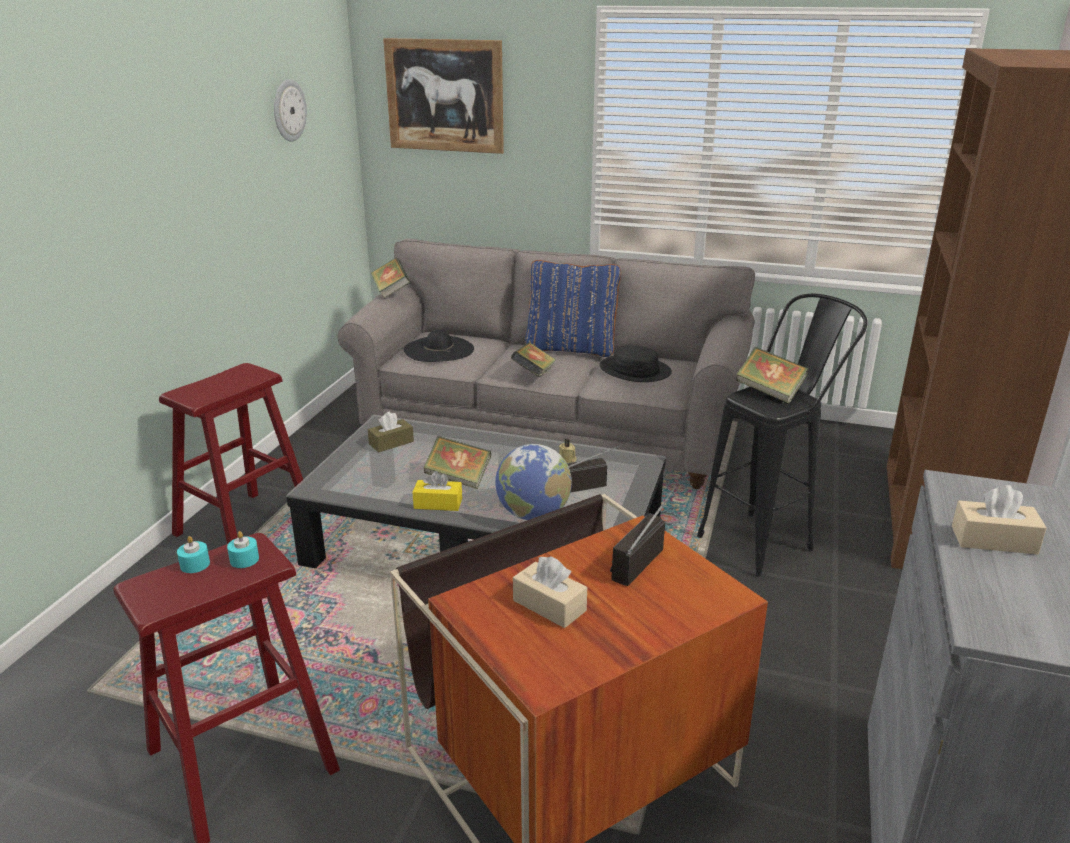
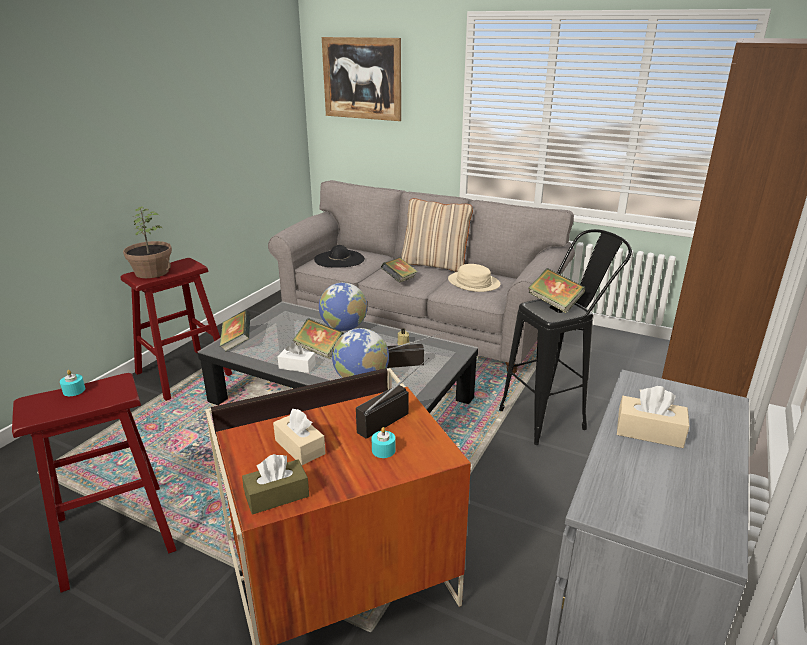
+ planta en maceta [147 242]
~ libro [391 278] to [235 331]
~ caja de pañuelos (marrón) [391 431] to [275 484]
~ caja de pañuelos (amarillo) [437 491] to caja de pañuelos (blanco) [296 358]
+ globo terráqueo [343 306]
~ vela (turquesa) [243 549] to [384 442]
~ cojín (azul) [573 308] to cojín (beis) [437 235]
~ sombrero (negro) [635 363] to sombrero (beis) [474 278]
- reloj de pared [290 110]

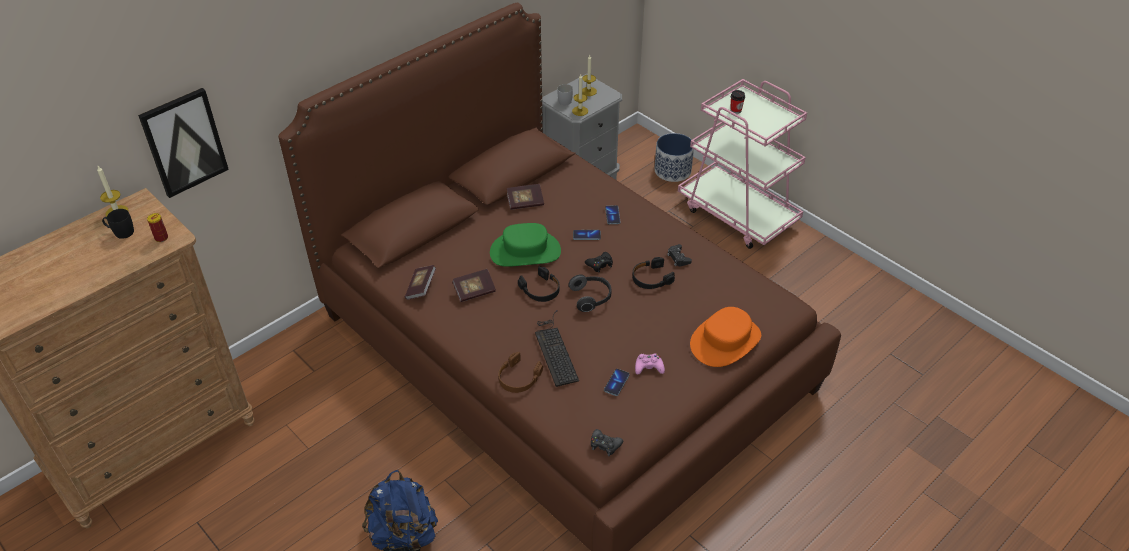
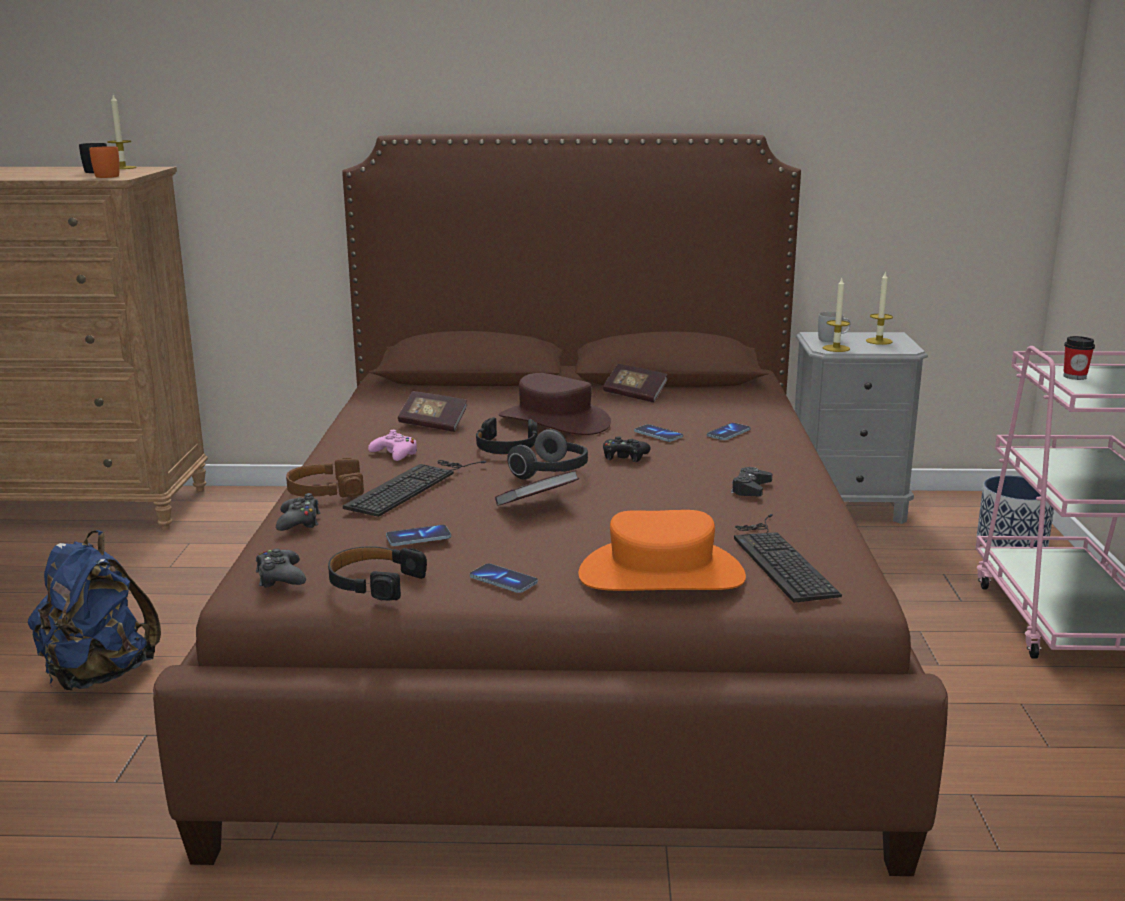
~ lata [157 227] to taza grande (naranja) [104 162]
+ mando de consola (negro) [298 512]
~ auriculares (negro) [653 273] to [377 573]
~ mando de consola (rosa) [650 364] to [392 445]
+ móvil [504 578]
~ libro [420 282] to [537 488]
~ sombrero (verde) [525 245] to sombrero (marrón) [555 404]
+ teclado [788 558]
- cuadro [183 143]

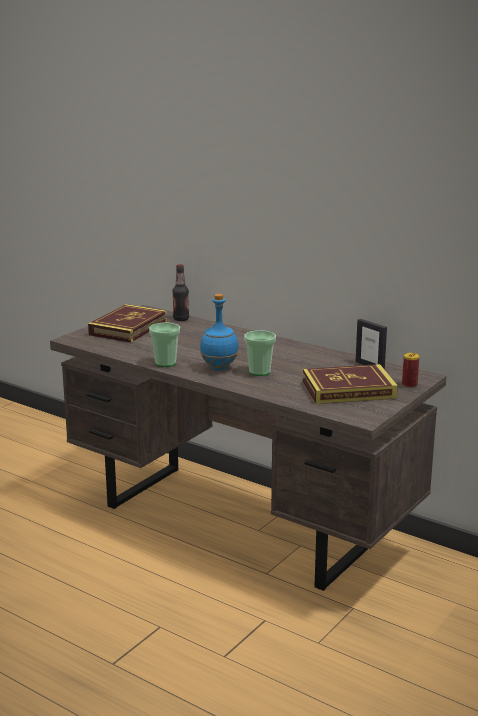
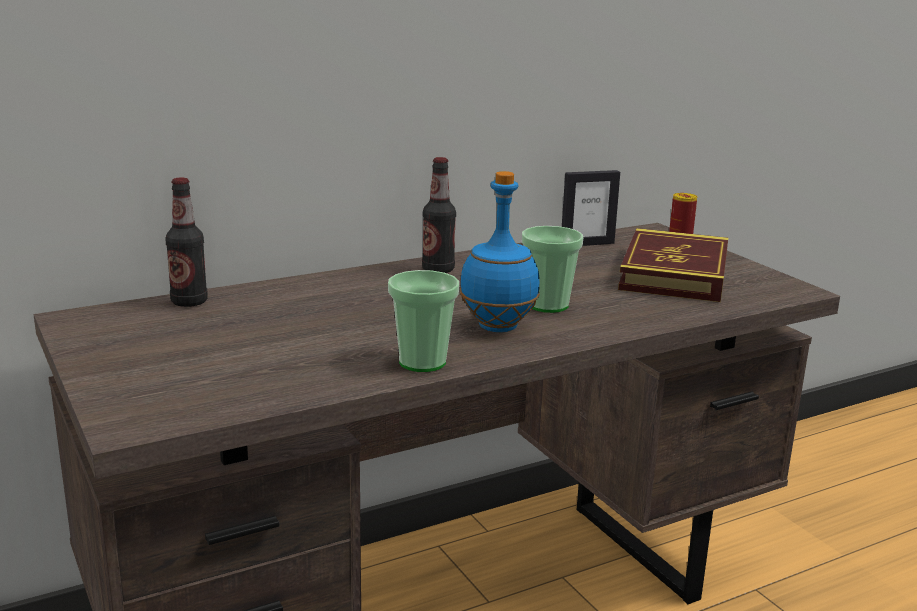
+ botella [439 215]
- libro [127 323]

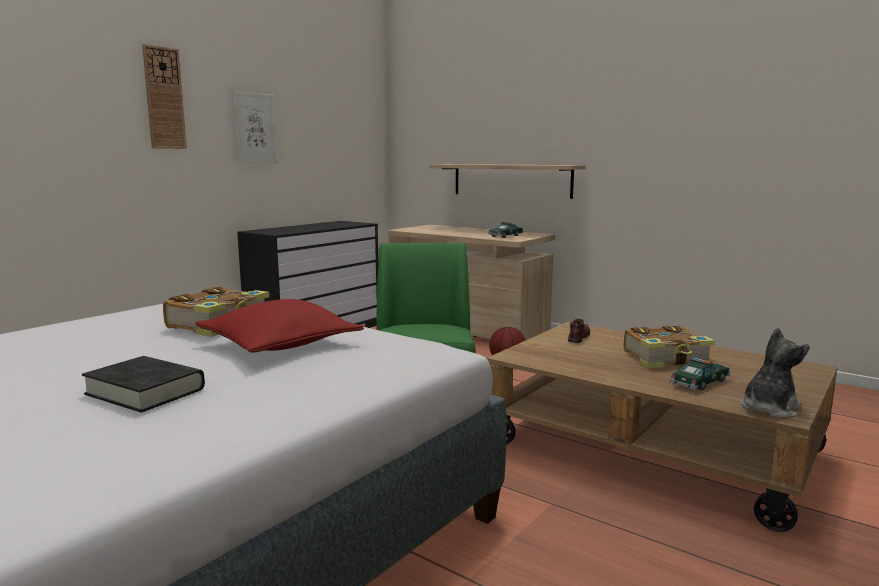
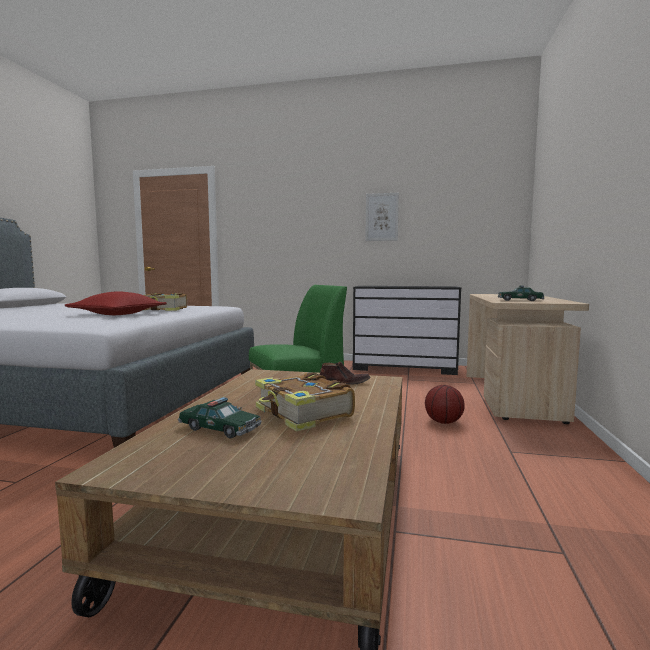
- libro (negro) [143 384]
- reloj de pared [164 96]
- estante [507 181]
- peluche [775 372]

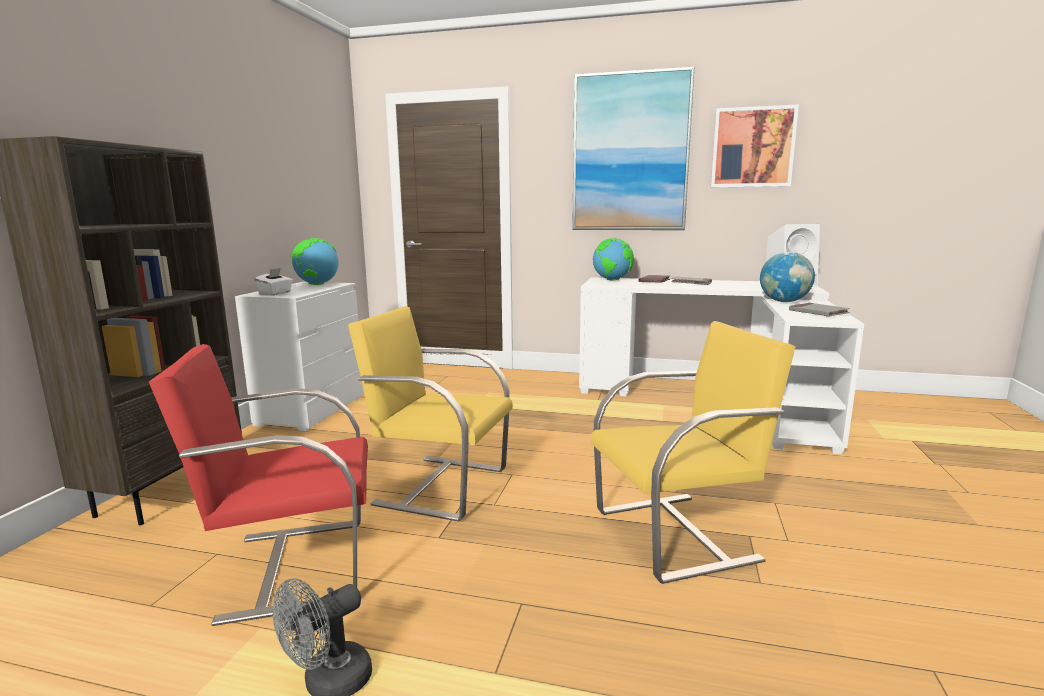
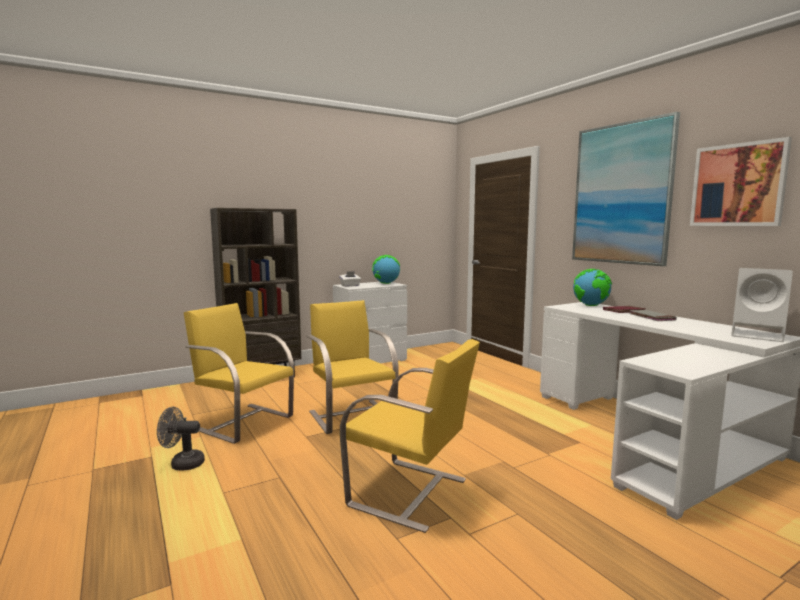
~ silla (rojo) [258 485] to silla (amarillo) [239 373]
- globo terráqueo [787 277]
- libro (gris) [819 309]

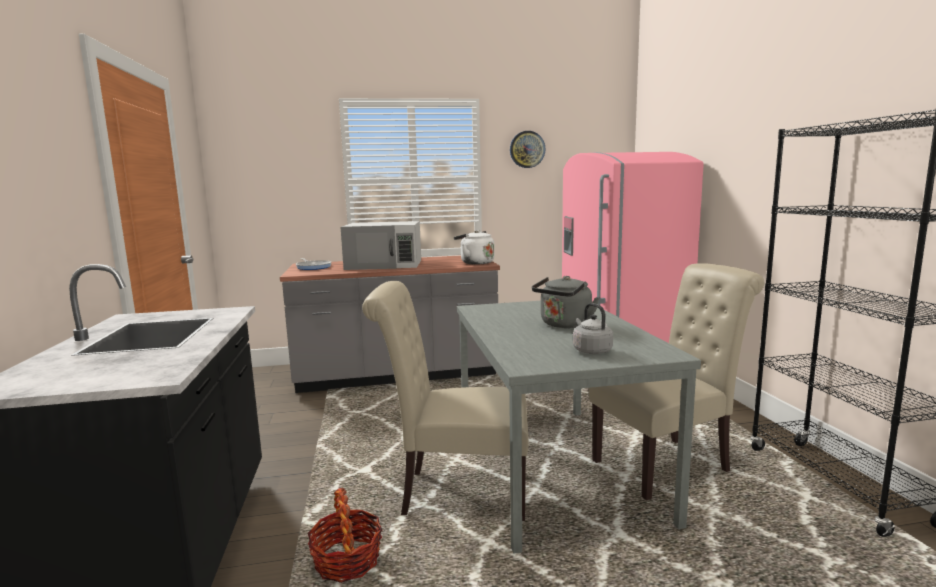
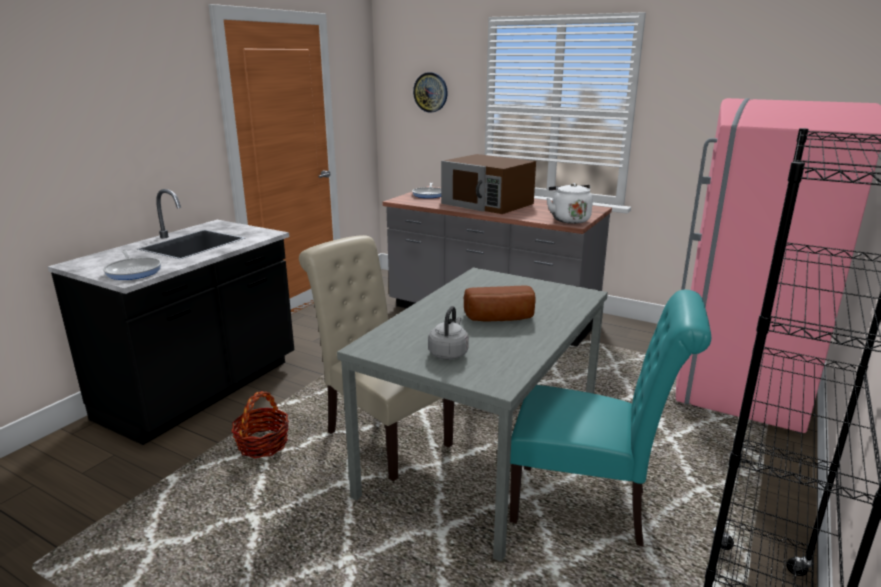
+ sartén [132 265]
~ reloj de pared [527 149] to [430 92]
~ microondas (blanco) [381 245] to microondas (marrón) [488 184]
~ hervidor (gris) [565 302] to pan [500 303]
~ silla (beis) [676 381] to silla (turquesa) [610 418]

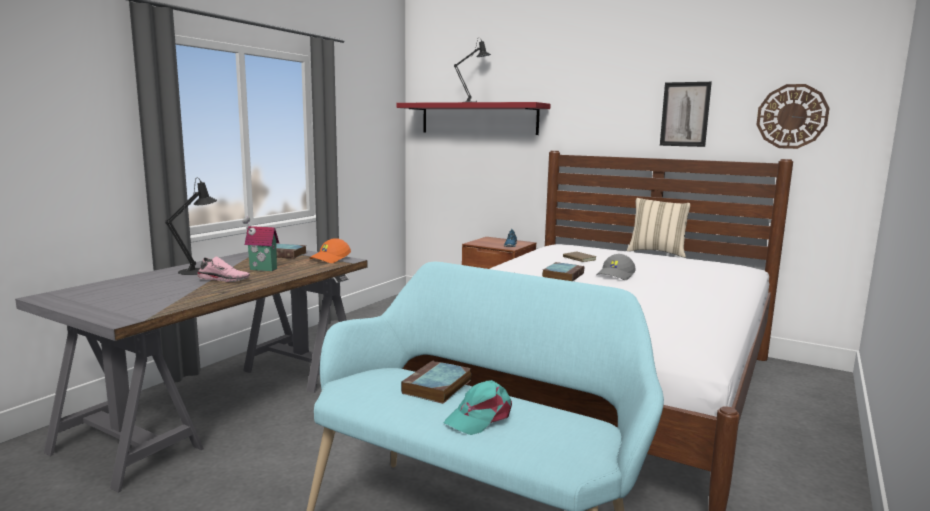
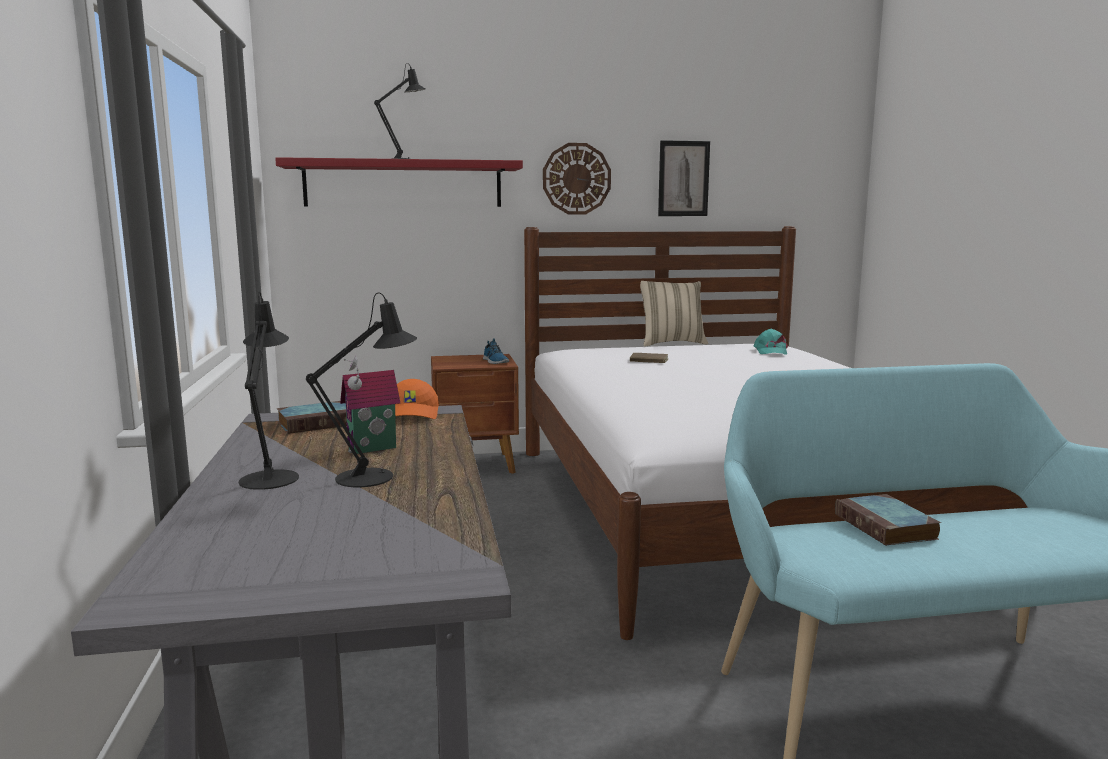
~ zapato (rosa) [223 269] to lámpara de mesa (negro) [361 389]
~ reloj de pared [793 116] to [577 178]
~ gorra (turquesa) [478 407] to [771 342]
- libro [563 271]
- gorra (gris) [616 267]

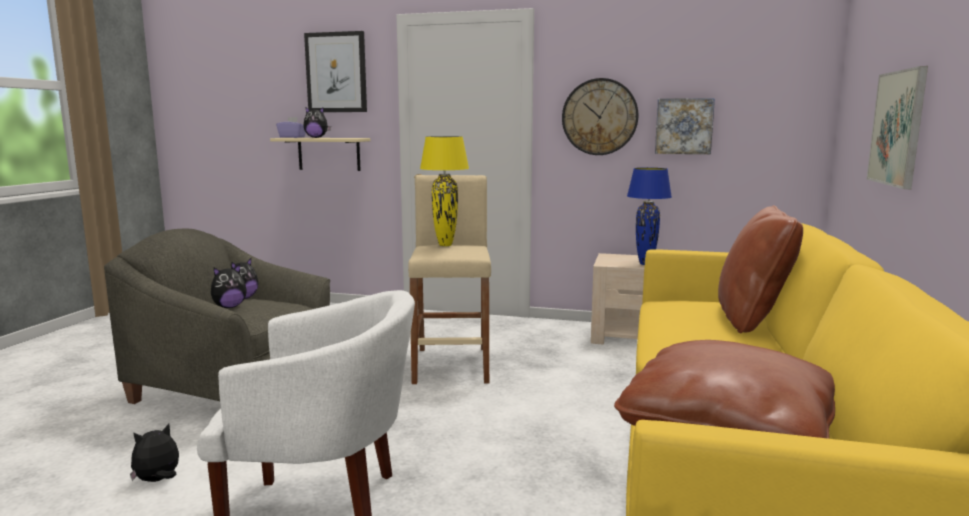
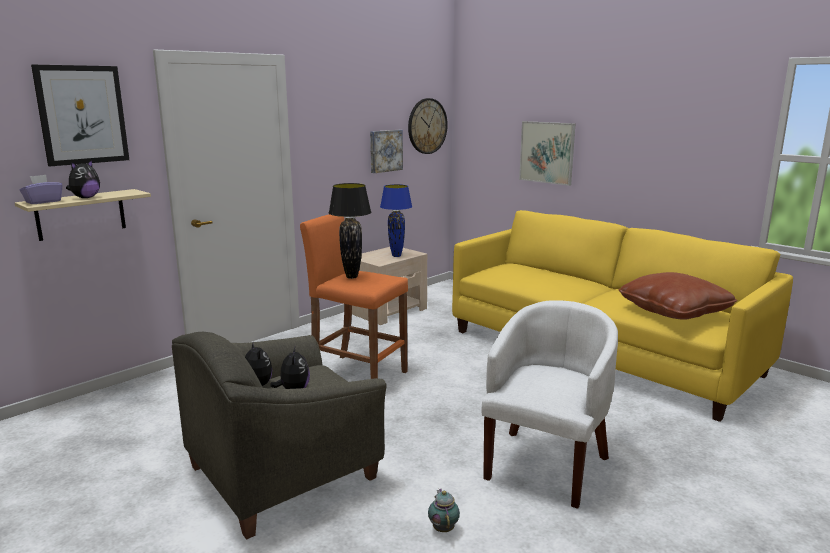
~ taburete (beis) [449 279] to taburete (naranja) [354 296]
~ lámpara de mesa (amarillo) [444 191] to lámpara de mesa (negro) [350 231]
~ reloj de pared [600 116] to [428 126]
~ peluche [154 453] to tetera [444 510]
- cojín (marrón) [760 269]

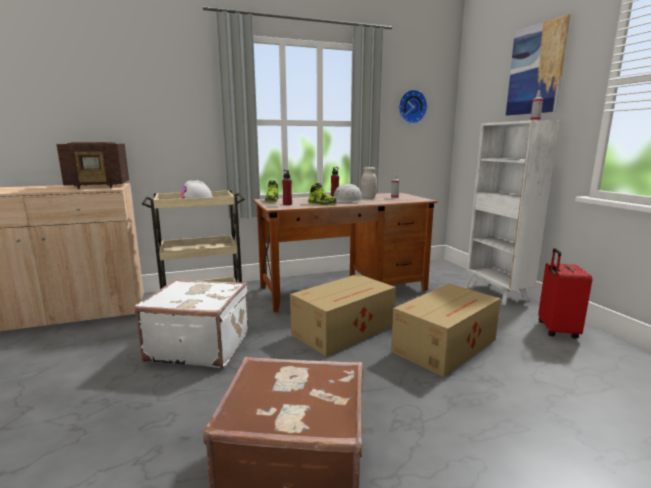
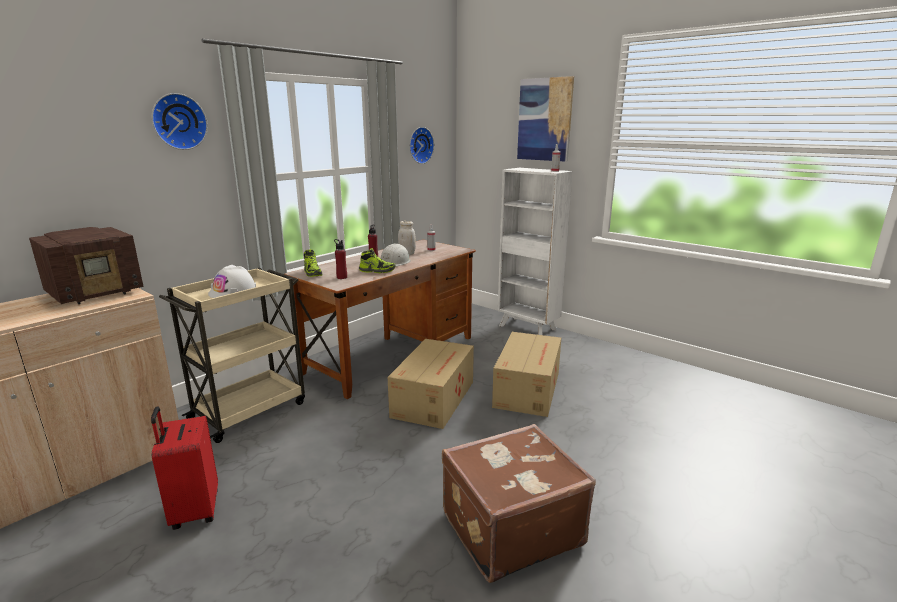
~ maleta (rojo) [565 293] to [184 468]
+ reloj de pared [180 121]
- maleta (blanco) [191 323]

